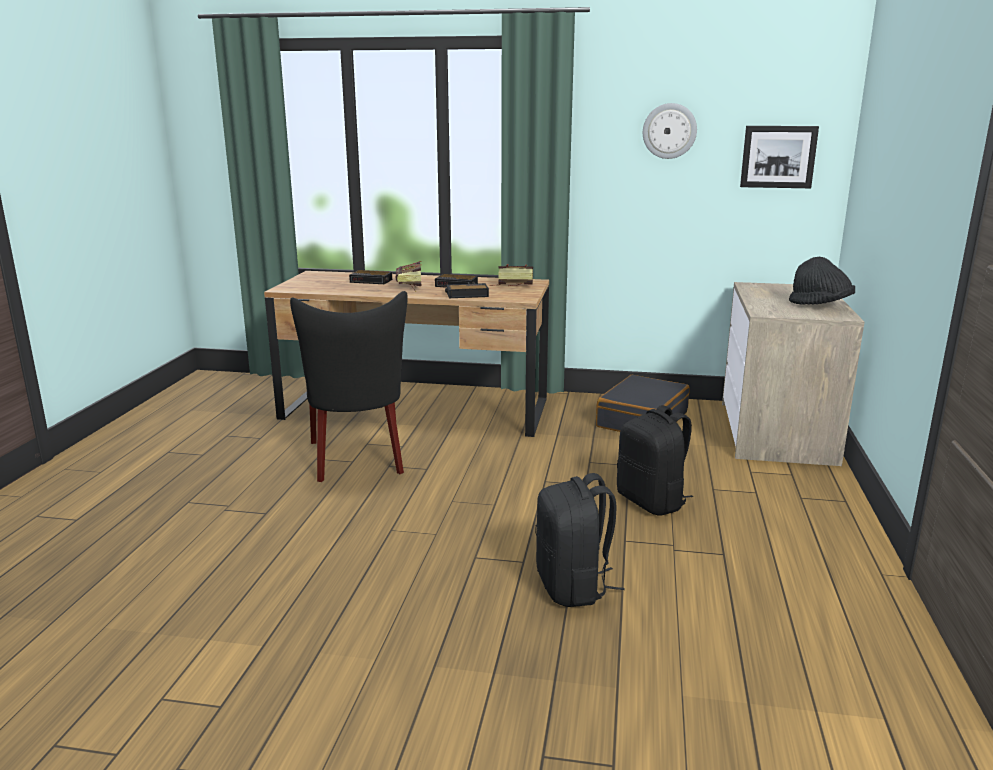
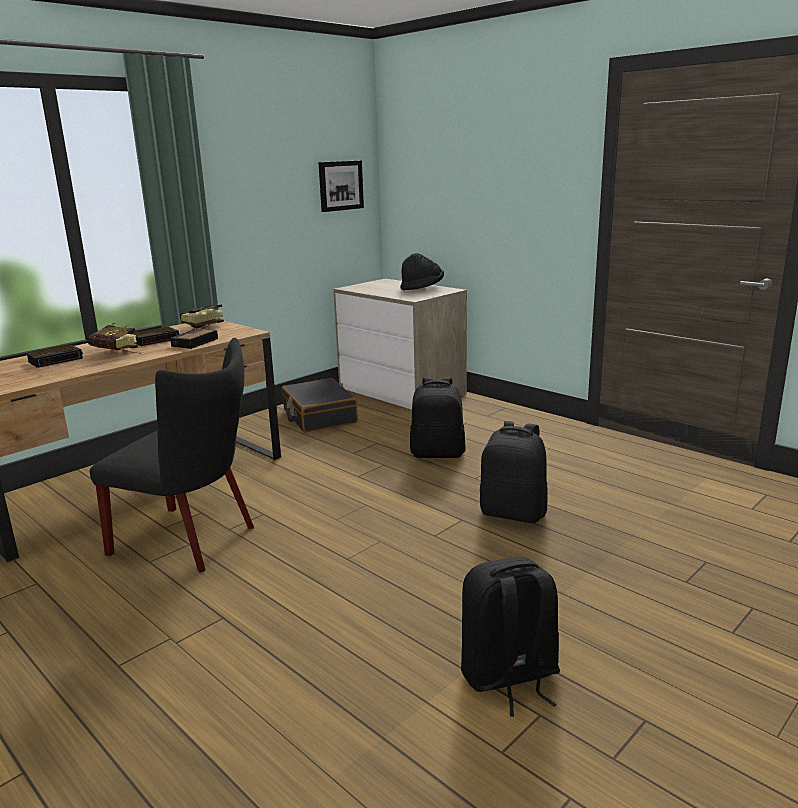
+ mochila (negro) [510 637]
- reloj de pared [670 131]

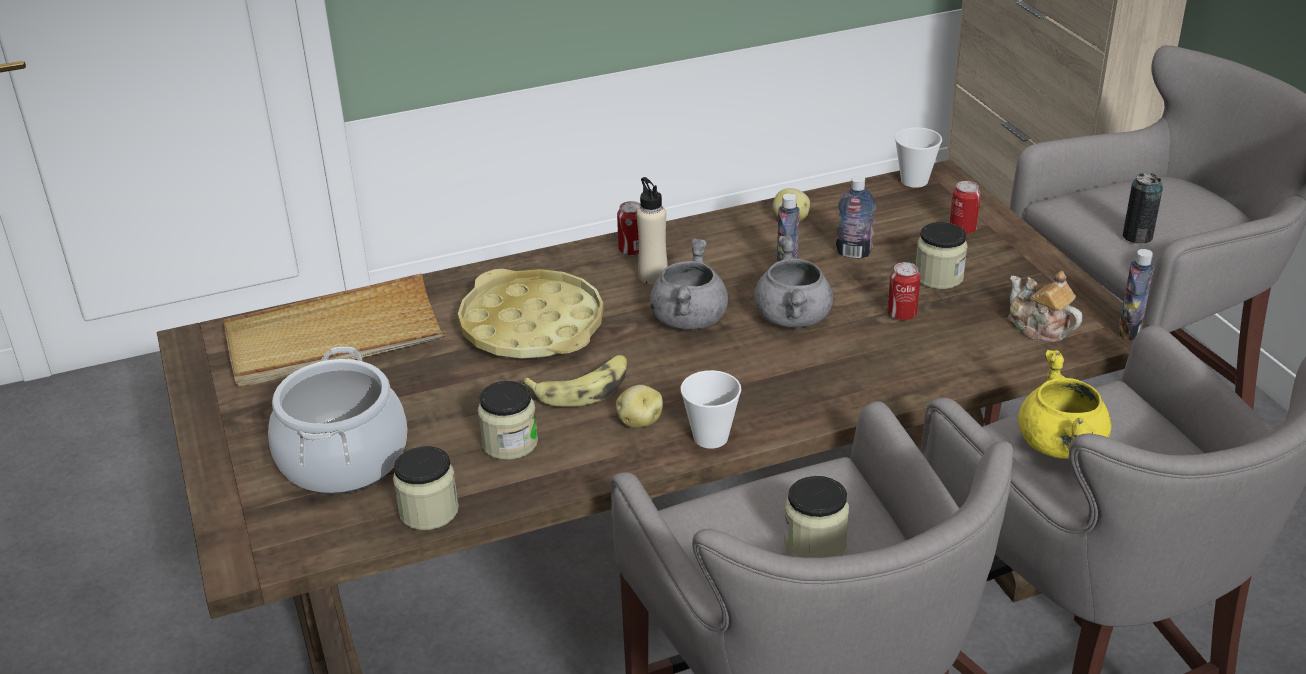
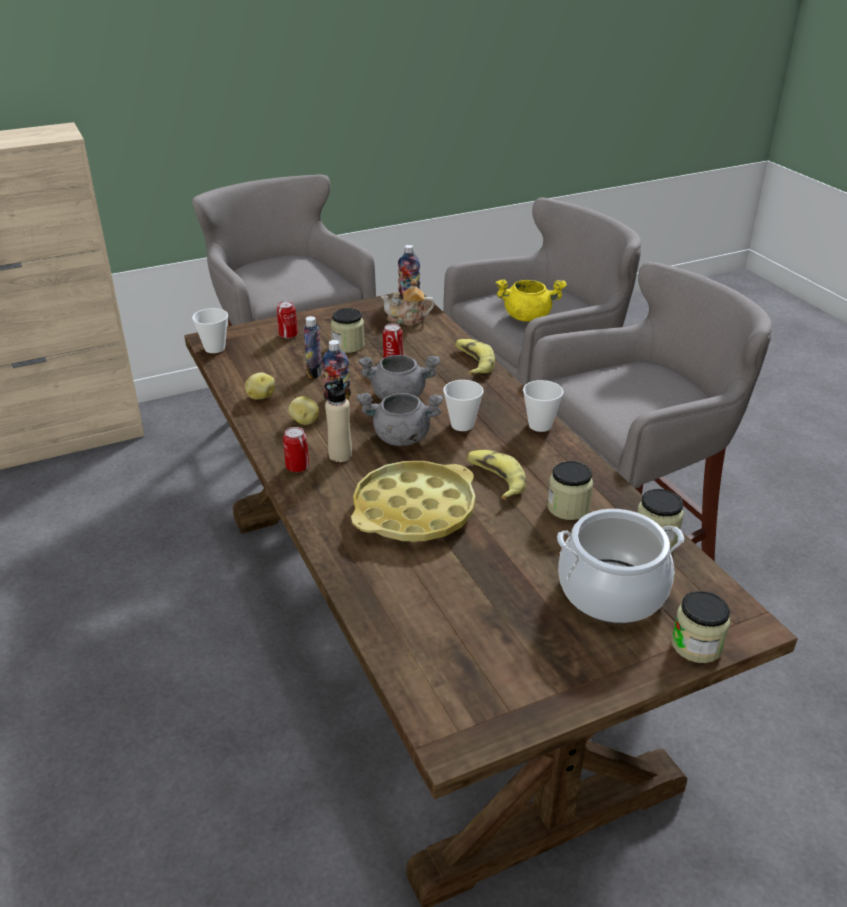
~ patata [639 406] to [303 410]
~ tetera [1045 306] = [407 302] 45 degrees clockwise
+ taza [463 405]
+ plátano [475 357]
~ tarro [816 517] to [700 627]
- bandeja (beis) [335 330]
- lata [1143 208]

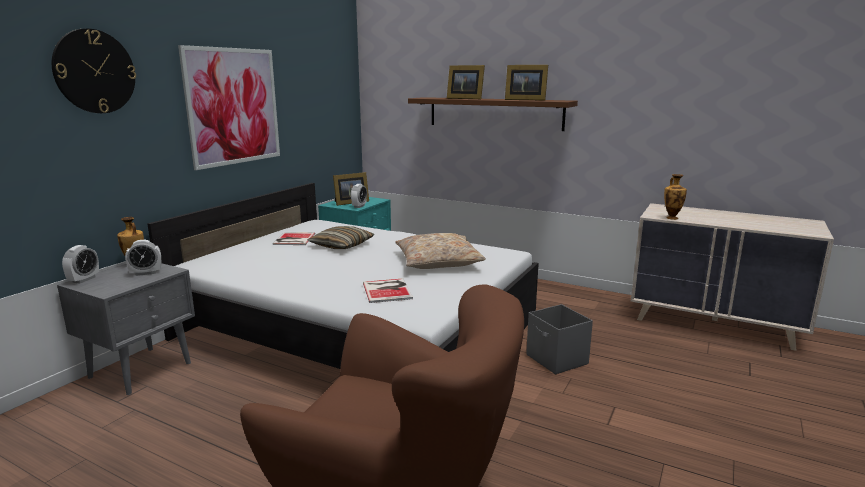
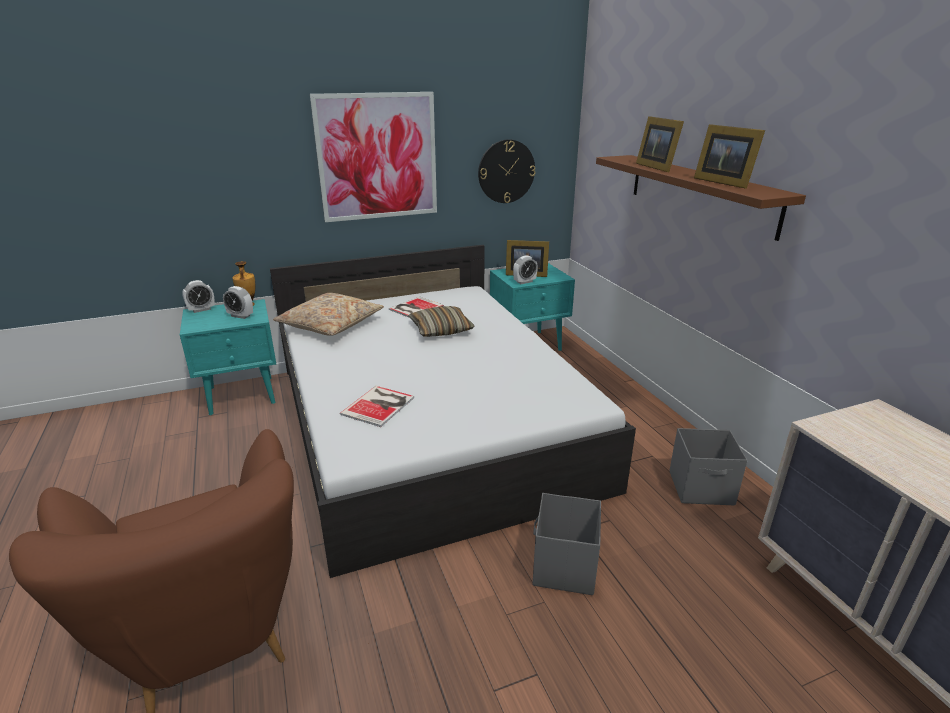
~ mesita de noche (gris) [126 329] to mesita de noche (turquesa) [228 357]
~ cojín (beis) [440 251] to [328 314]
~ reloj de pared [94 70] to [506 171]
+ caja de almacenaje (gris) [708 466]
- florero [675 197]

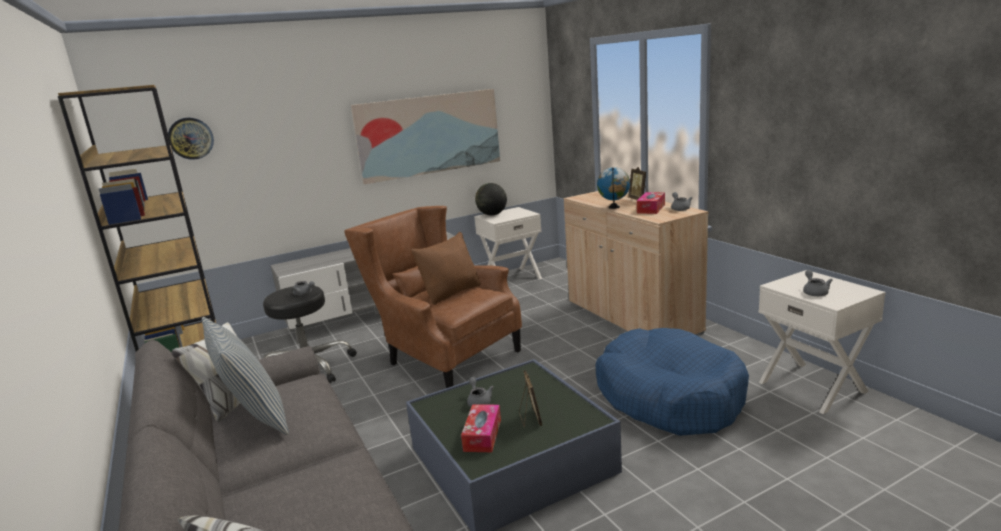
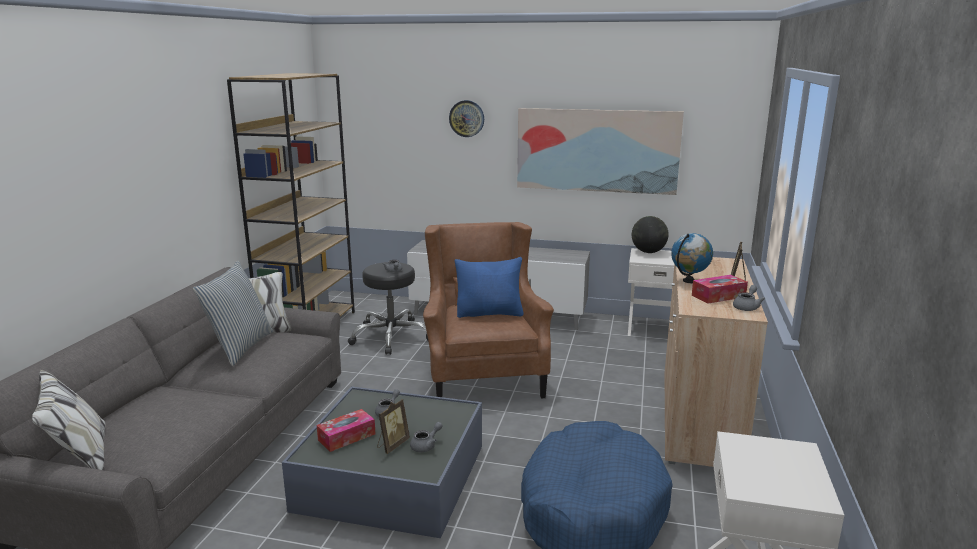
~ tetera (gris) [817 283] to [426 437]
~ reloj de pared [191 139] to [466 118]
~ cojín (marrón) [446 268] to cojín (azul) [489 287]

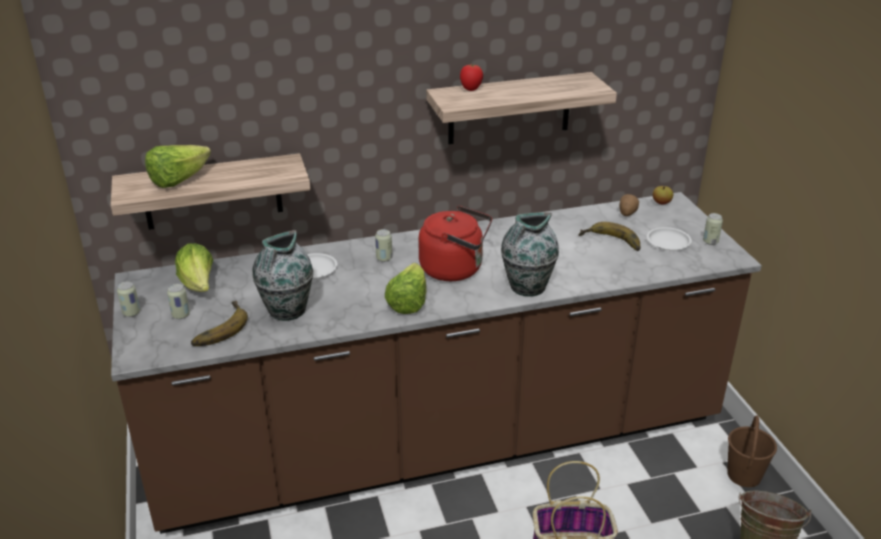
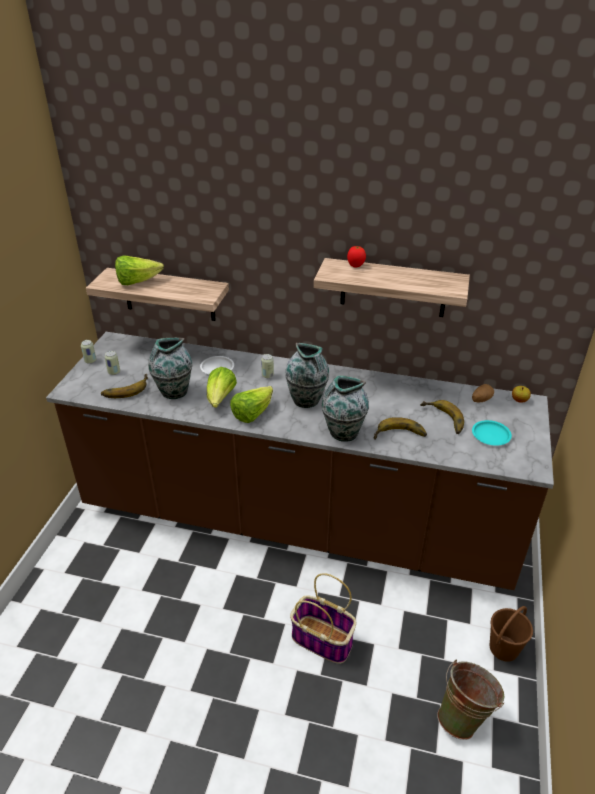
~ lechuga [194 267] to [222 387]
~ hervidor (rojo) [455 243] to florero [307 375]
+ plátano [400 428]
~ plato (blanco) [669 238] to plato (turquesa) [492 433]
- lata [713 229]

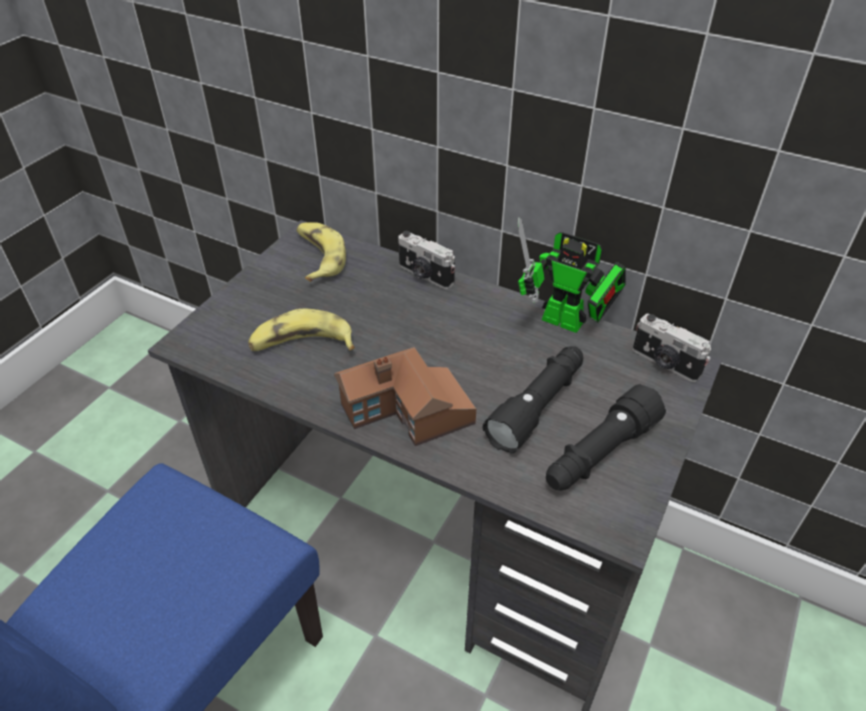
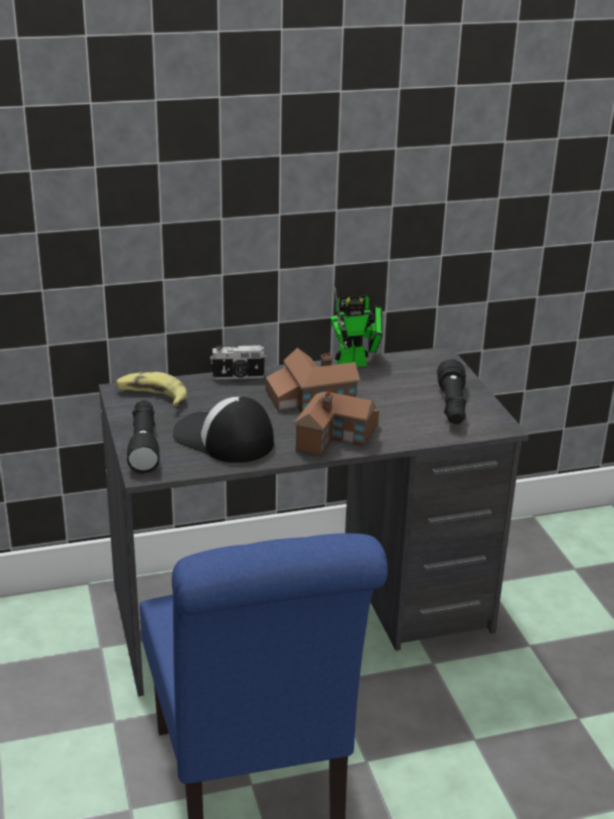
~ linterna (negro) [533 400] to [143 437]
~ plátano [301 330] to gorra [223 430]
+ casita [313 380]
- cámara [672 348]

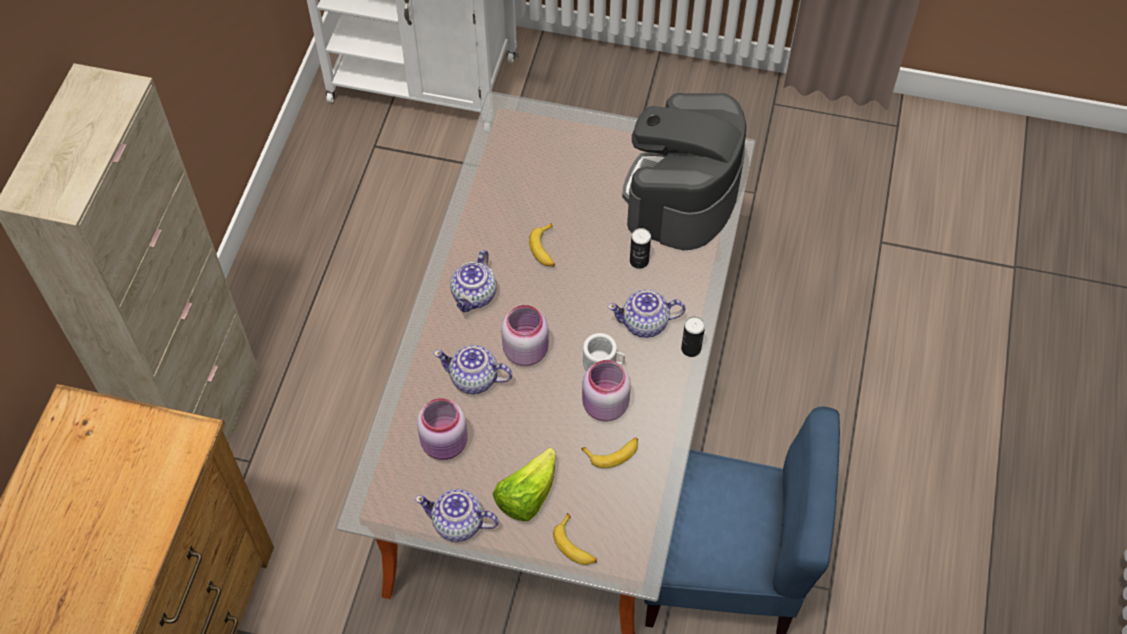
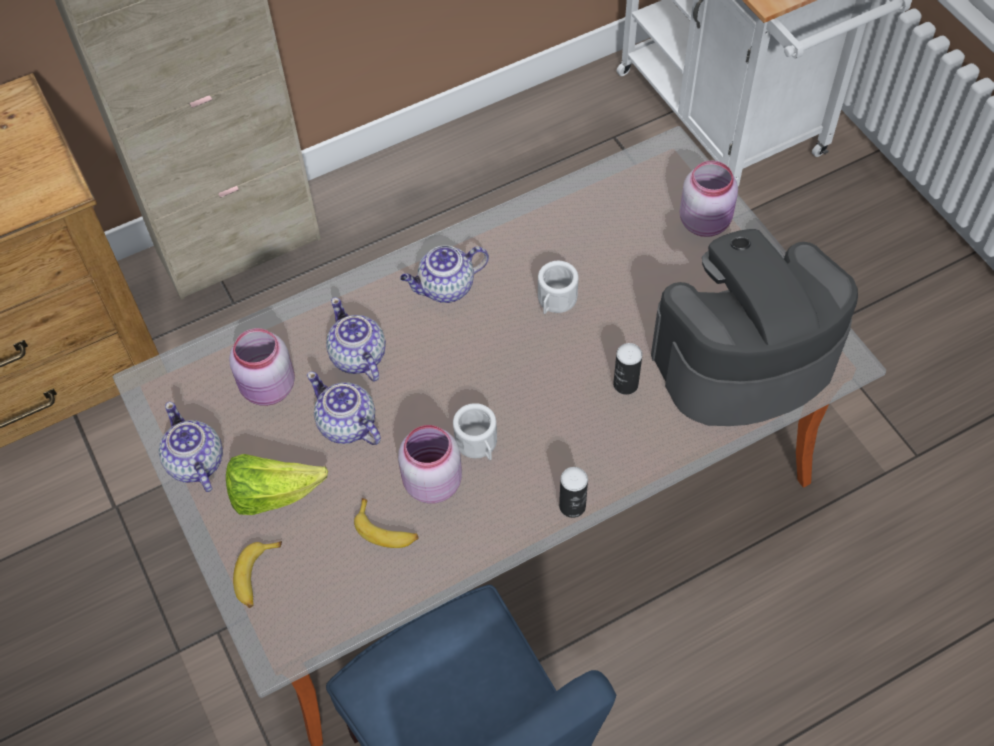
~ tetera [646 314] to [344 408]
~ plátano [542 245] to taza grande (blanco) [558 287]
~ tarro (rosa) [525 335] to [708 199]

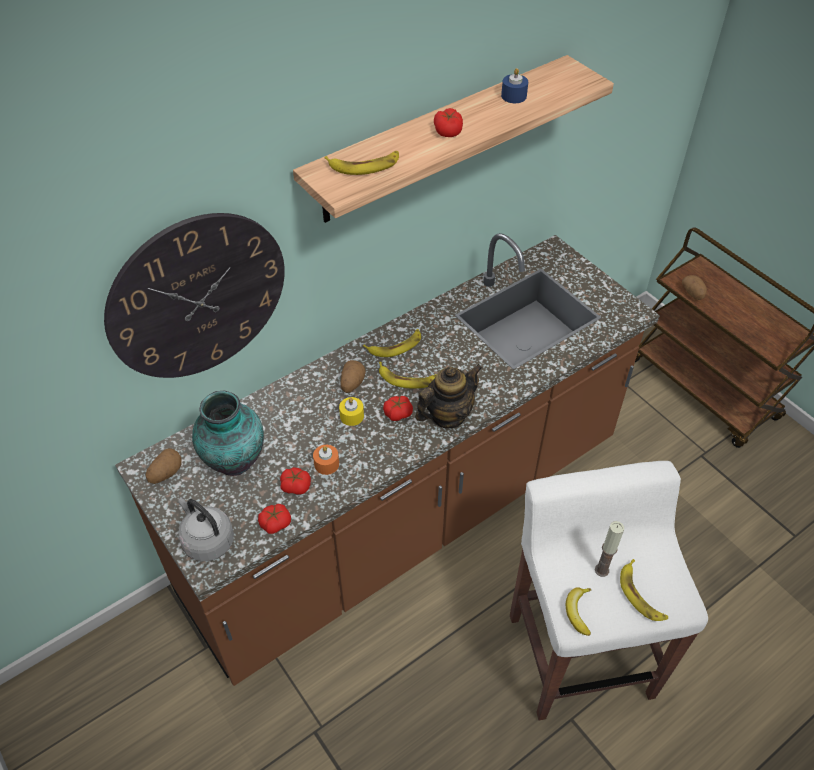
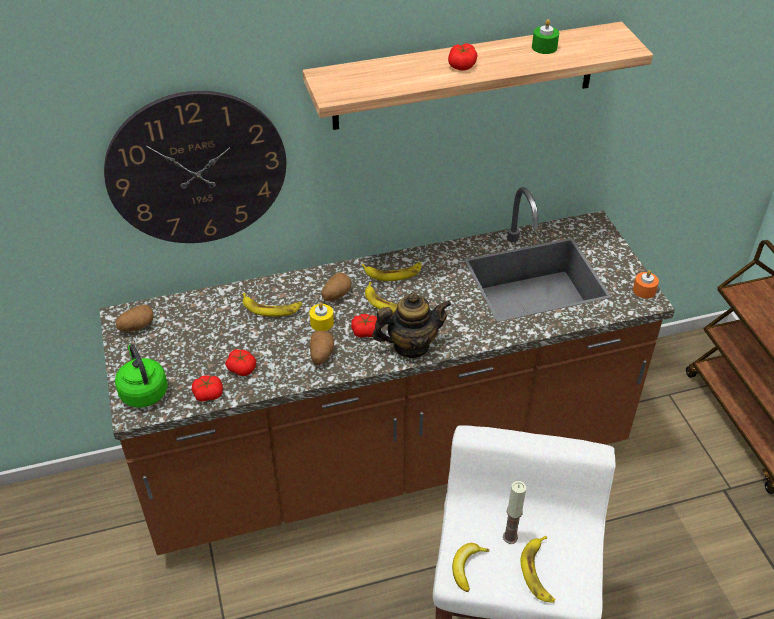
~ hervidor (gris) [206 529] to hervidor (verde) [141 375]
~ plátano [361 163] to [272 305]
~ patata [694 287] to [322 348]
~ vela (azul) [514 85] to vela (verde) [545 36]
~ vela (naranja) [326 460] to [646 284]
- florero [228 433]

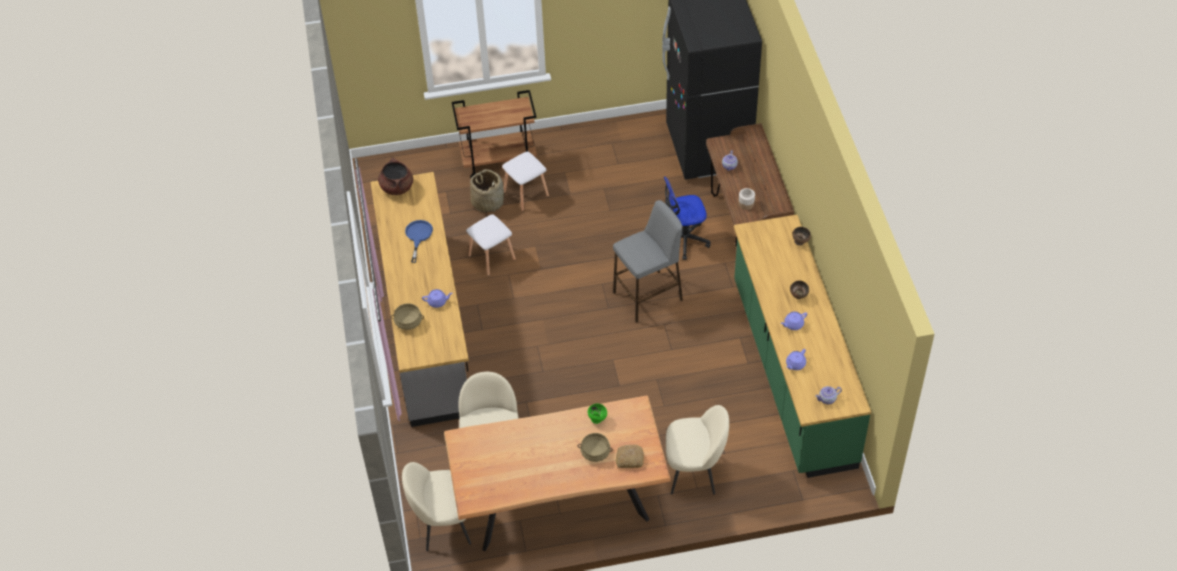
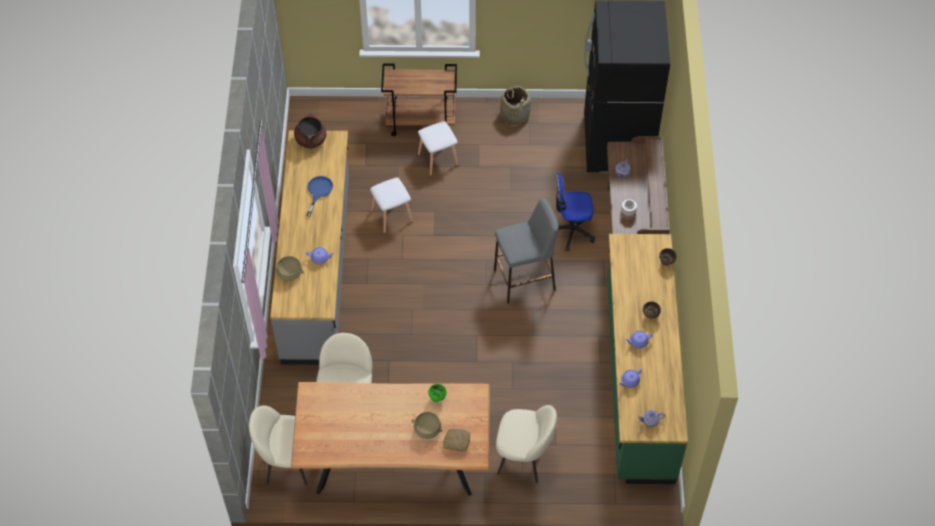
~ cesta [487 190] to [515 105]

